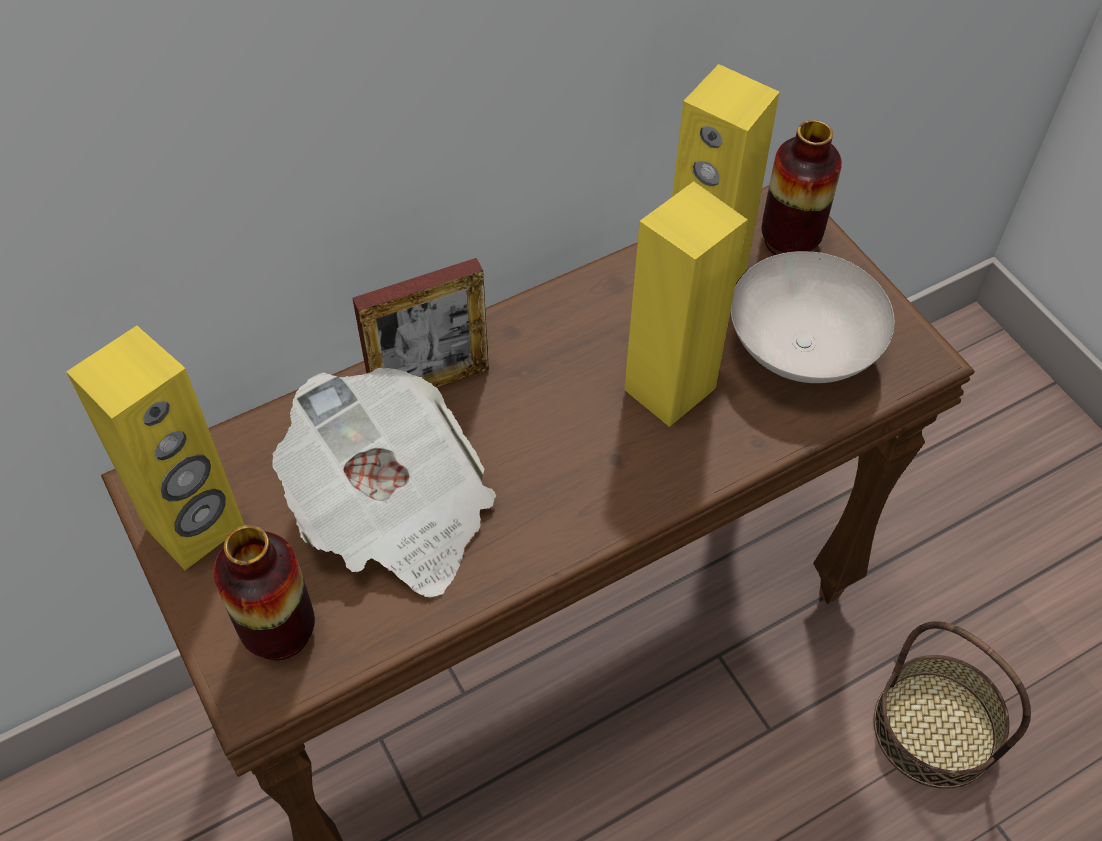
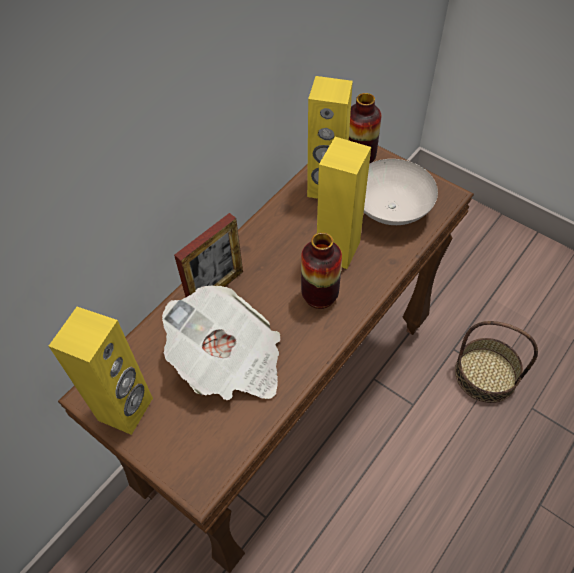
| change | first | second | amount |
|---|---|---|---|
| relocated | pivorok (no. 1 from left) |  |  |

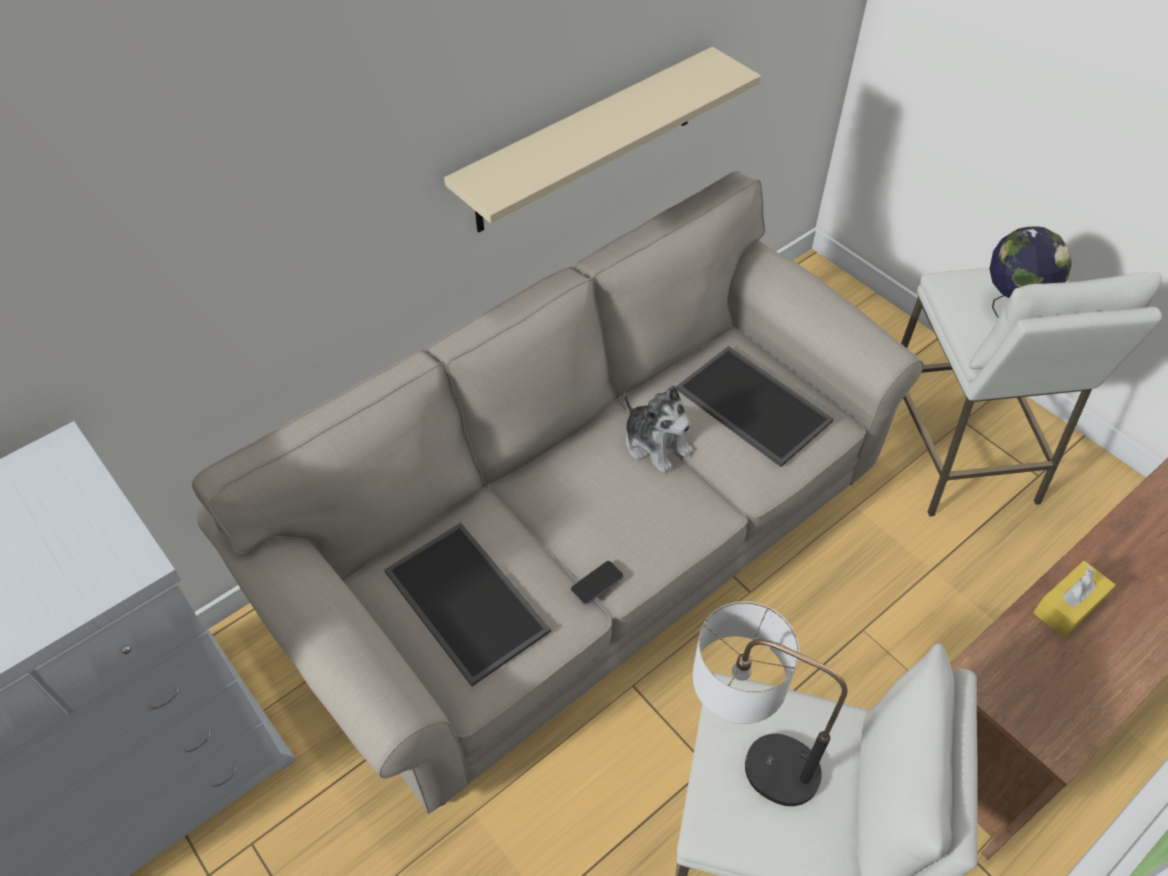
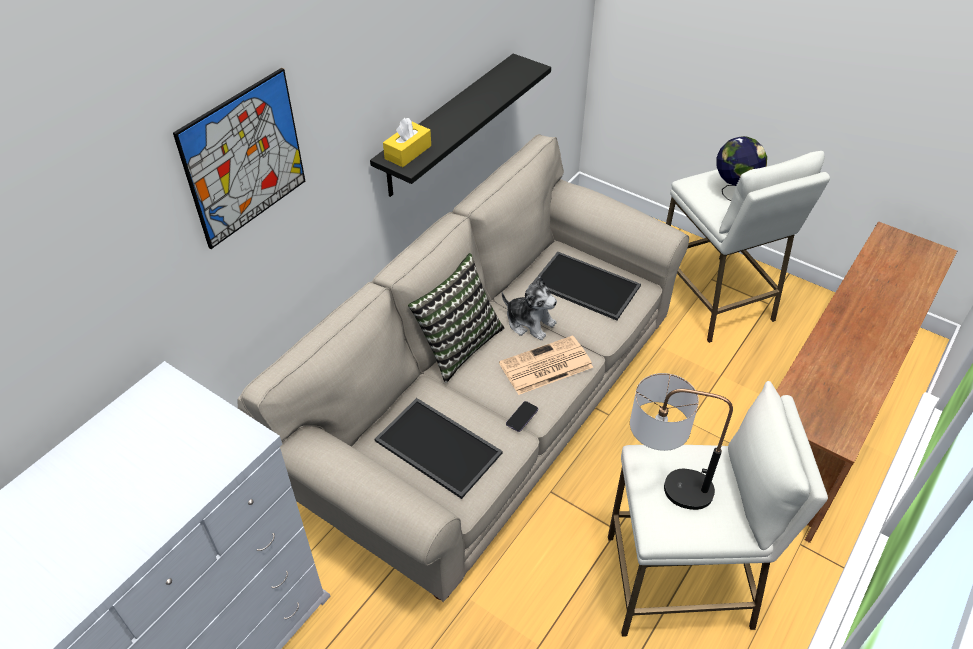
| change | first | second | amount |
|---|---|---|---|
| appeared |  | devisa |  |
| appeared |  | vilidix |  |
| appeared |  | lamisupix |  |
| relocated | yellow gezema |  |  |
| colour | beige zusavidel | black zusavidel |  |

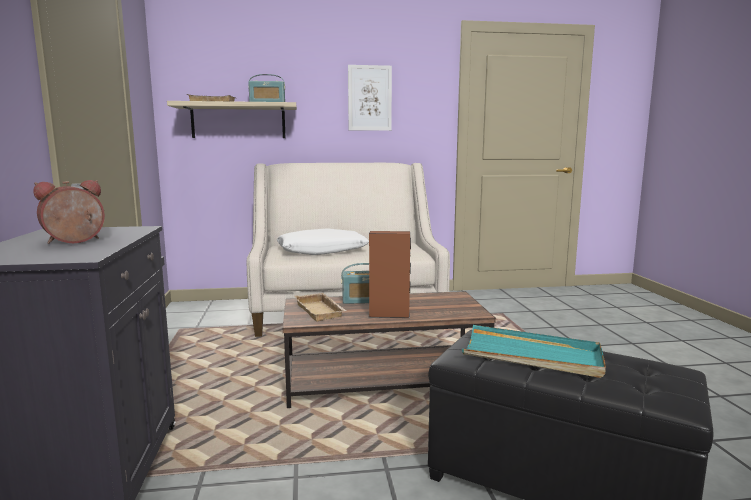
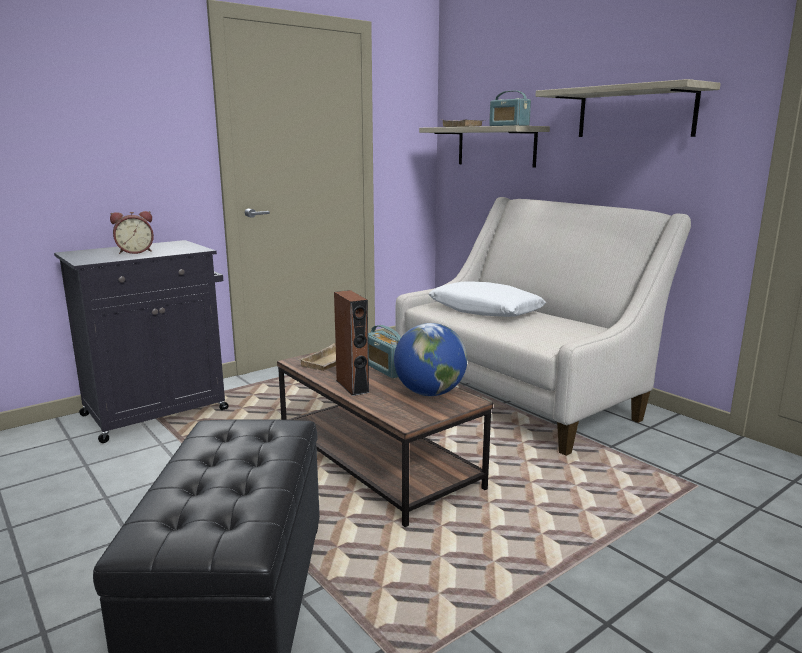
| change | first | second | amount |
|---|---|---|---|
| missing | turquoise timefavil |  |  |
| appeared |  | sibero |  |
| exchanged | devisa | zusavidel (no. 2 from left) |  |
| spun | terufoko |  | 135 degrees clockwise |

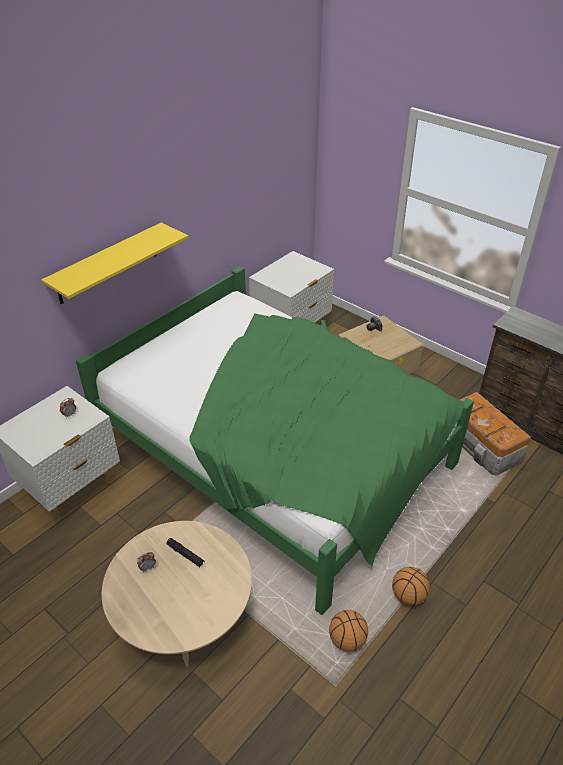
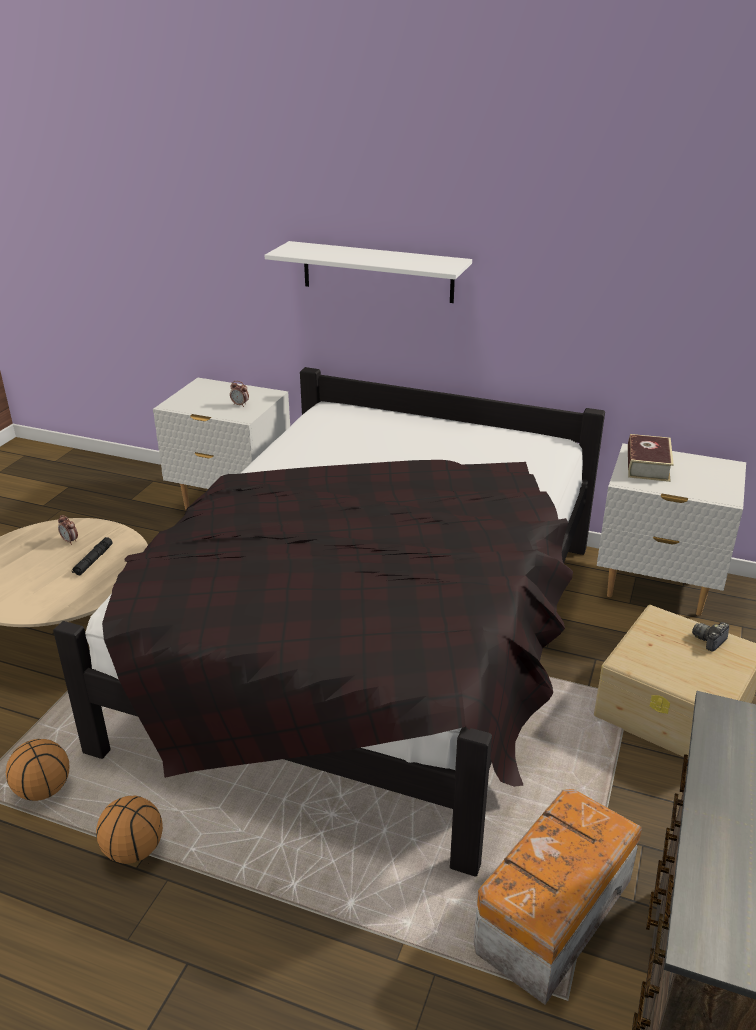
| change | first | second | amount |
|---|---|---|---|
| appeared |  | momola |  |
| colour | yellow zusavidel | white zusavidel |  |
| colour | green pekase | black pekase |  |

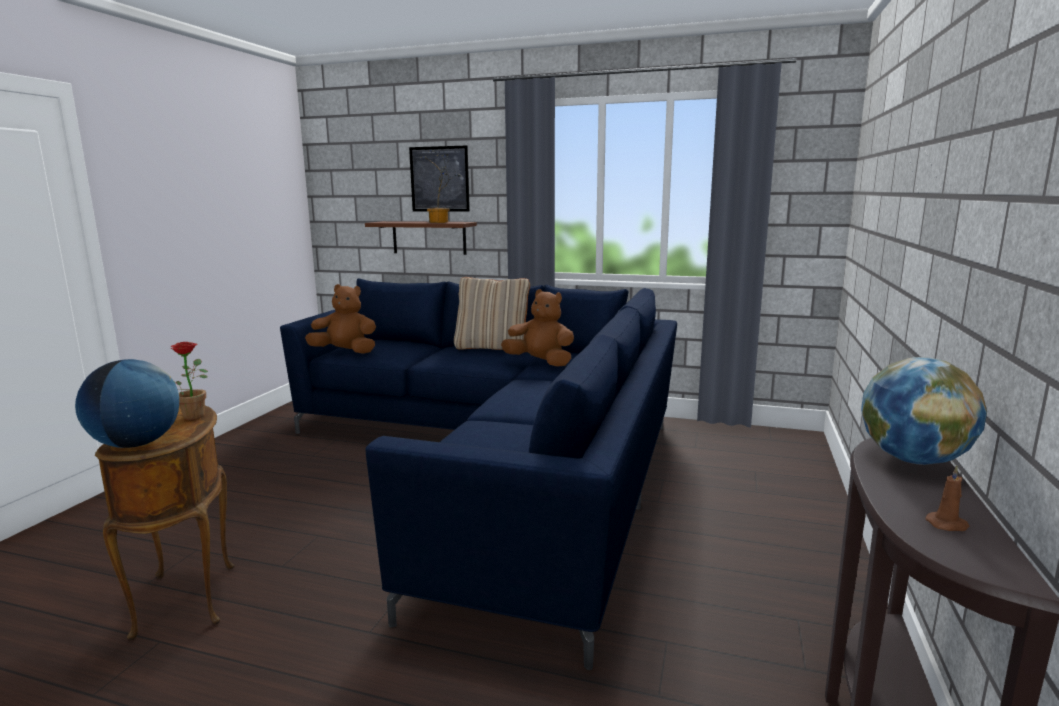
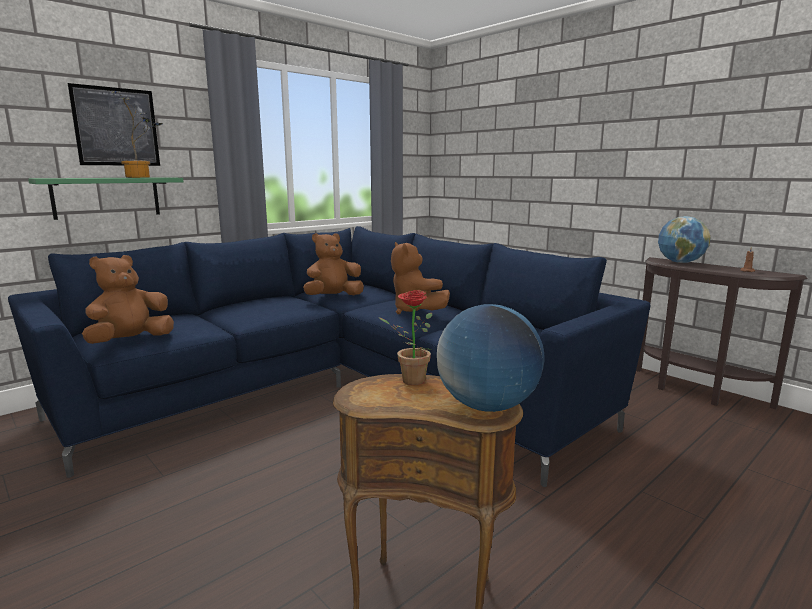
| change | first | second | amount |
|---|---|---|---|
| missing | beige vilidix |  |  |
| appeared |  | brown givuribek (no. 3 from left) |  |
| colour | brown zusavidel | green zusavidel |  |

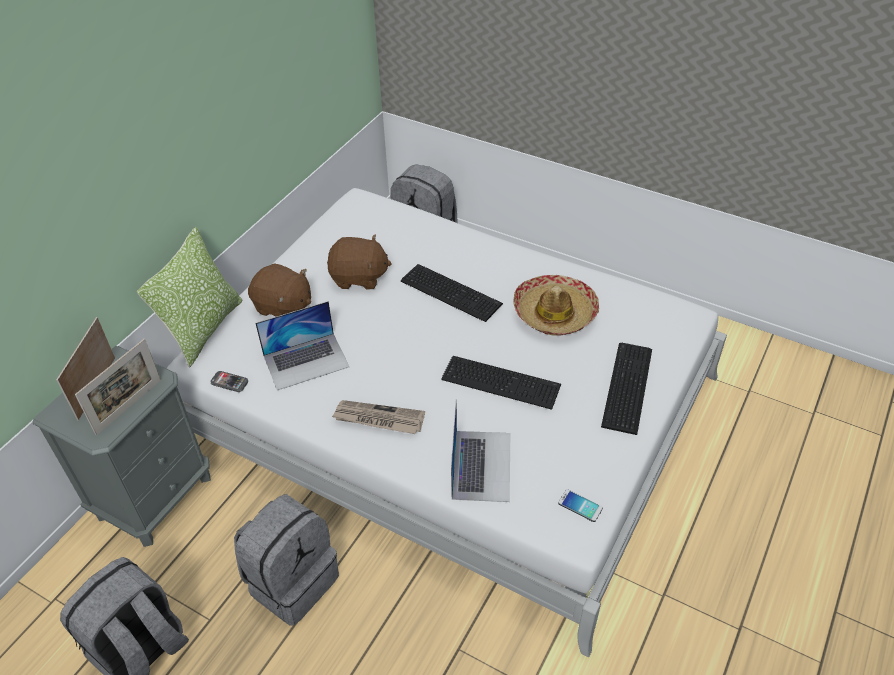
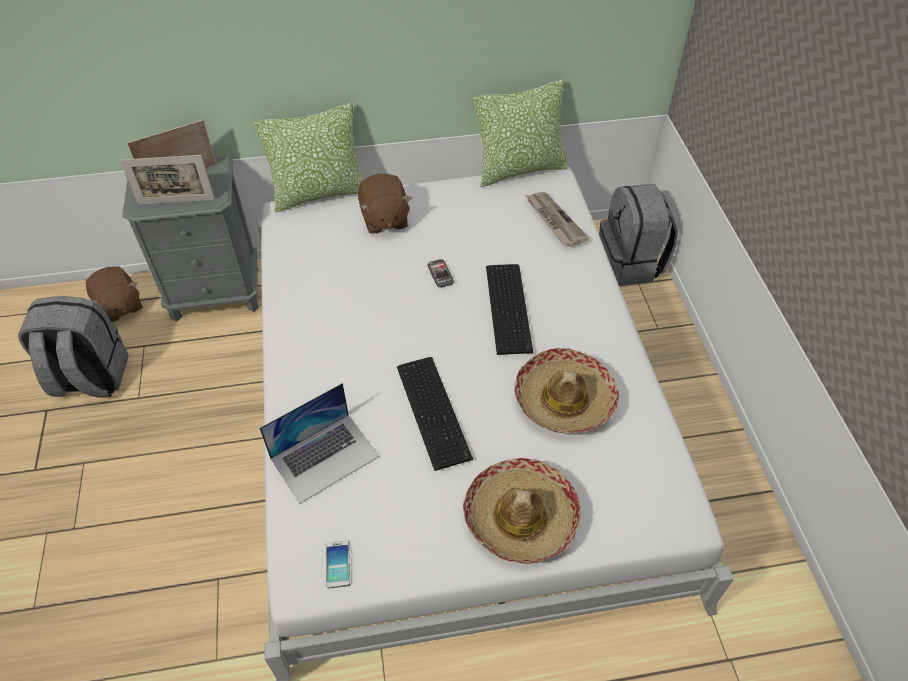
| change | first | second | amount |
|---|---|---|---|
| missing | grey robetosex (no. 2 from left) |  |  |
| missing | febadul (no. 1 from left) |  |  |
| appeared |  | vilidix (no. 2 from left) |  |
| relocated | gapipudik (no. 1 from left in the first image) | gapipudik (no. 2 from left) |  |
| relocated | brown givuribek (no. 2 from left in the first image) | brown givuribek (no. 1 from left) |  |
| relocated | lamisupix |  |  |
| exchanged | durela (no. 3 from left) | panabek (no. 1 from left) |  |

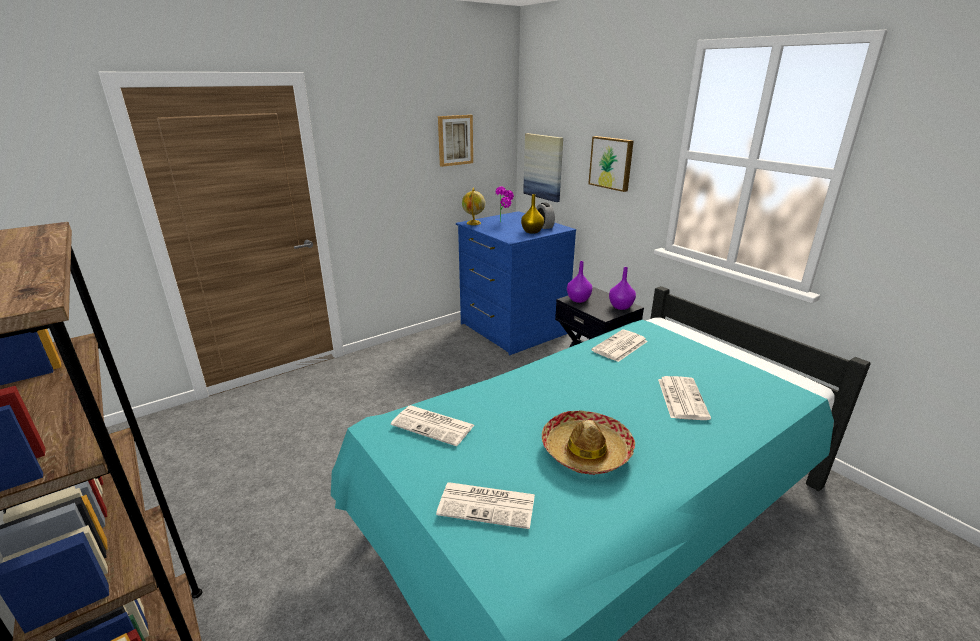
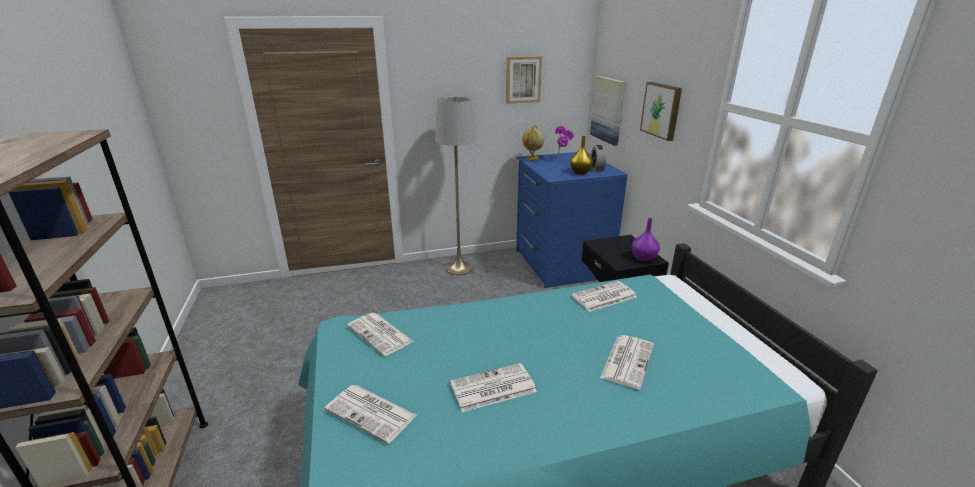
| change | first | second | amount |
|---|---|---|---|
| missing | purple pivorok (no. 1 from left) |  |  |
| appeared |  | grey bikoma |  |
| exchanged | panabek | lamisupix (no. 3 from left) |  |

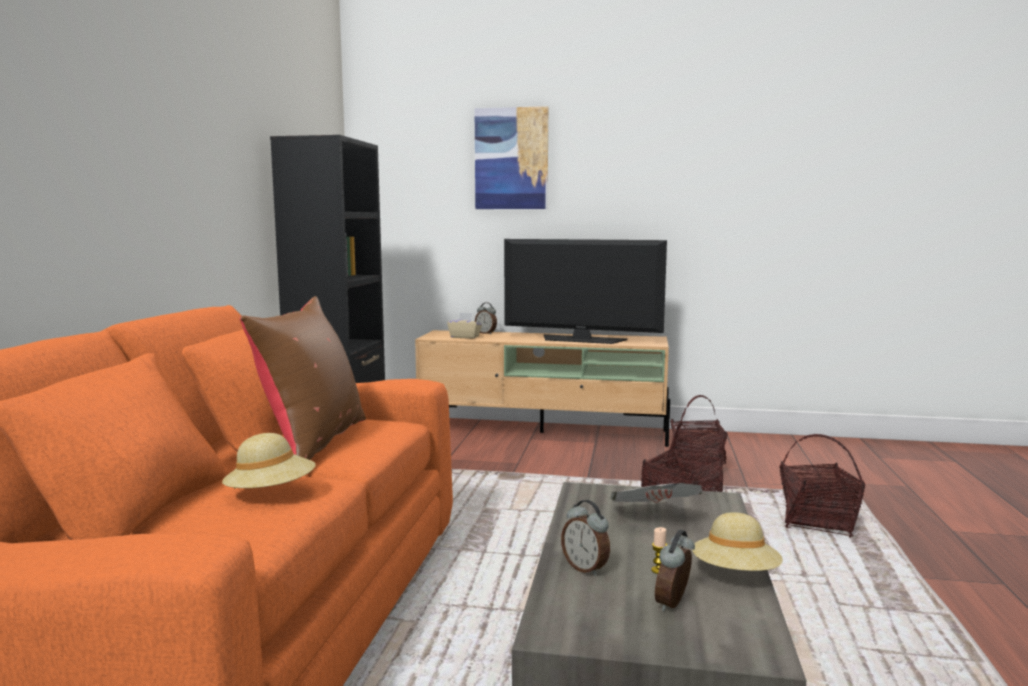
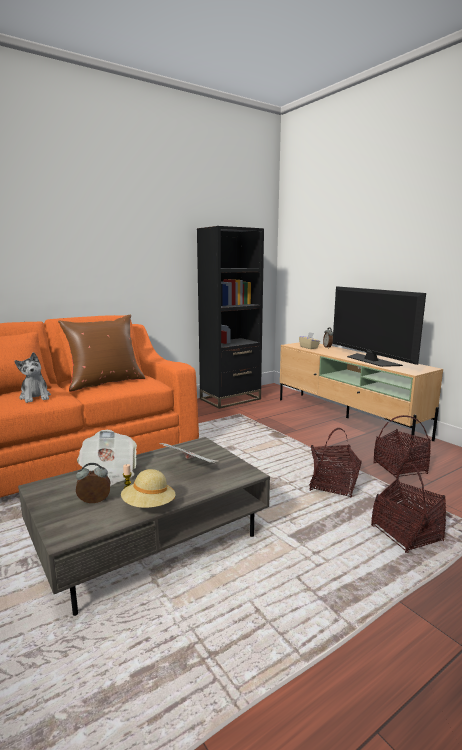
| change | first | second | amount |
|---|---|---|---|
| missing | devisa |  |  |
| exchanged | beige panabek (no. 1 from left) | givuribek |  |
| exchanged | terufoko (no. 2 from left) | lamisupix (no. 1 from left) |  |

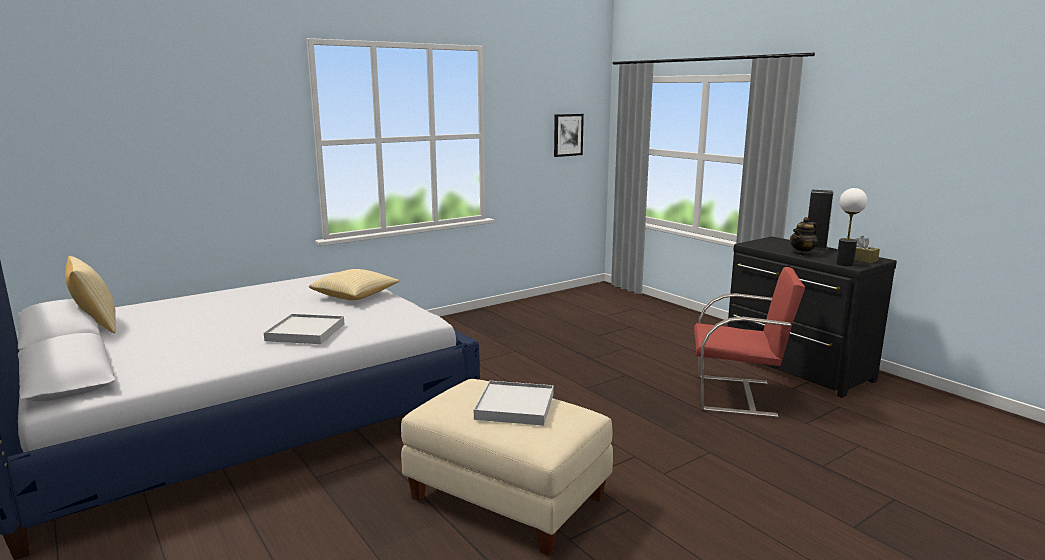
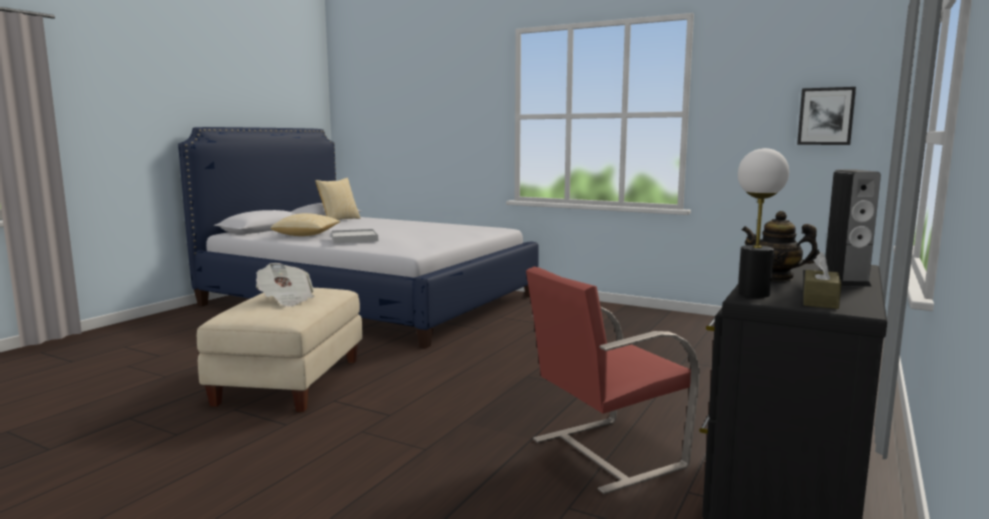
| change | first | second | amount |
|---|---|---|---|
| relocated | vilidix (no. 2 from left in the first image) | vilidix (no. 1 from left) |  |
| exchanged | white timefavil (no. 2 from left) | lamisupix |  |
| spun | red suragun |  | 75 degrees clockwise |

